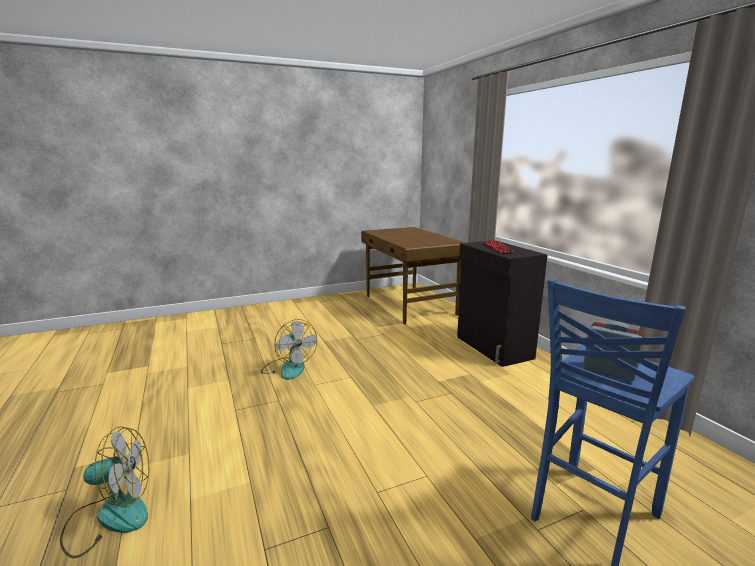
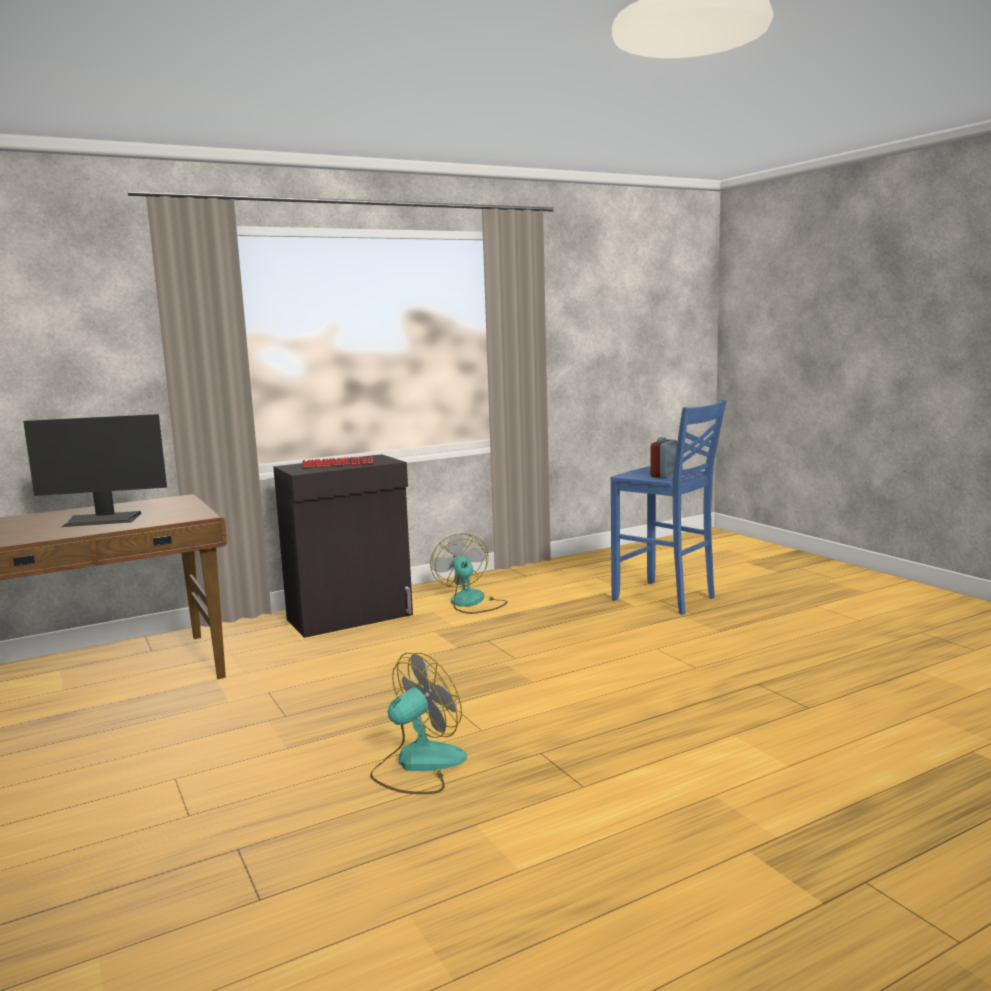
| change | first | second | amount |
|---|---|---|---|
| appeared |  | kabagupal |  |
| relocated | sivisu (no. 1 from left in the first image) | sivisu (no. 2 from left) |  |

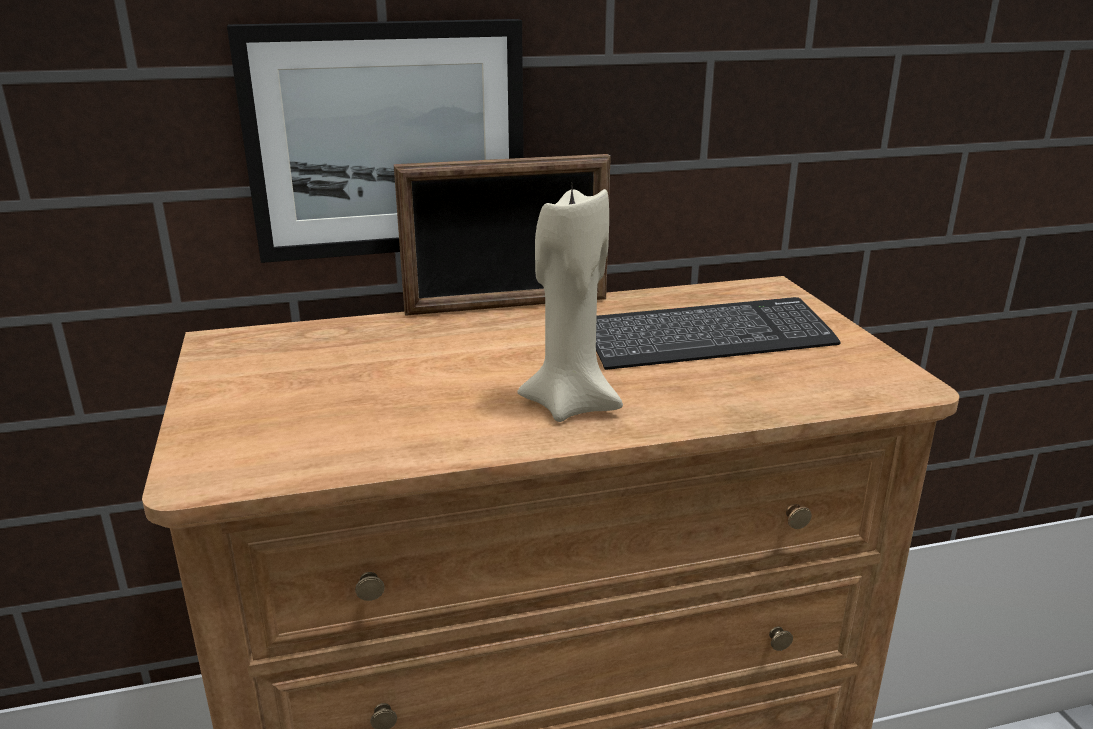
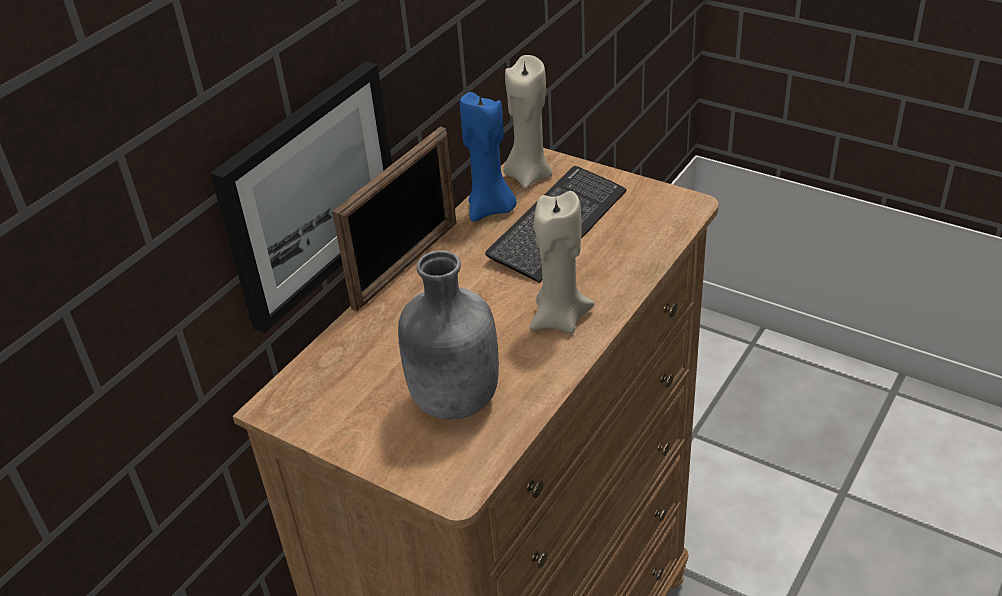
| change | first | second | amount |
|---|---|---|---|
| appeared |  | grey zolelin |  |
| appeared |  | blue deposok |  |
| appeared |  | beige deposok (no. 1 from left) |  |

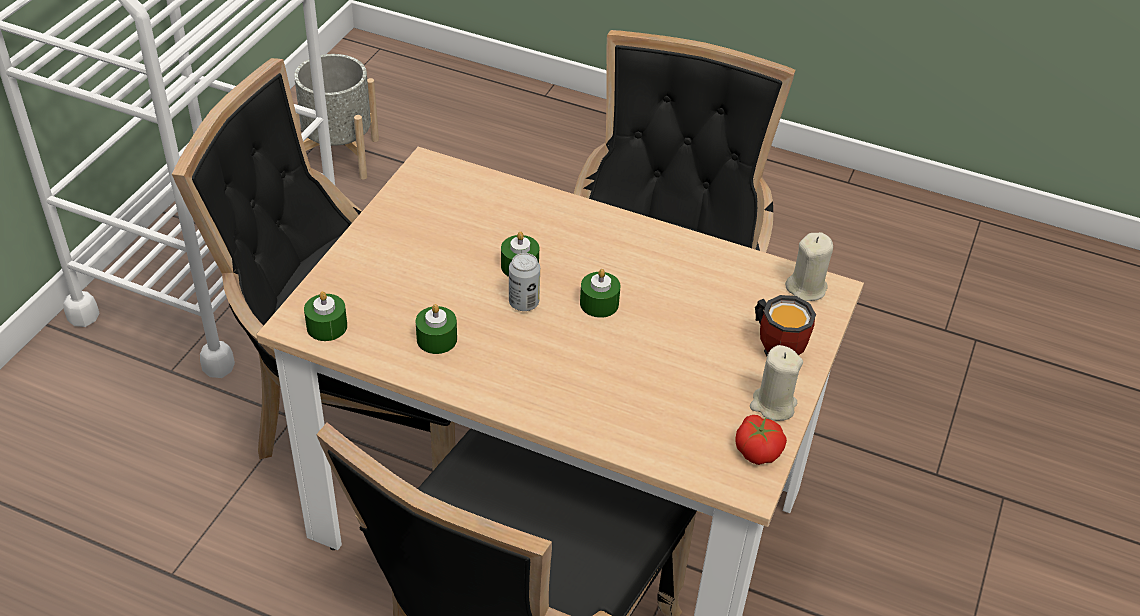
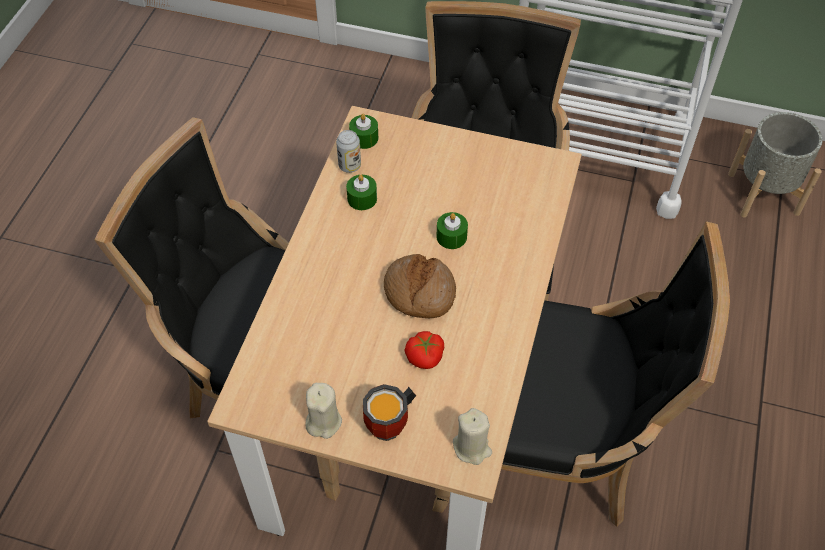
| change | first | second | amount |
|---|---|---|---|
| relocated | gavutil |  |  |
| relocated | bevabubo |  |  |
| exchanged | green deposok (no. 4 from left) | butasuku |  |

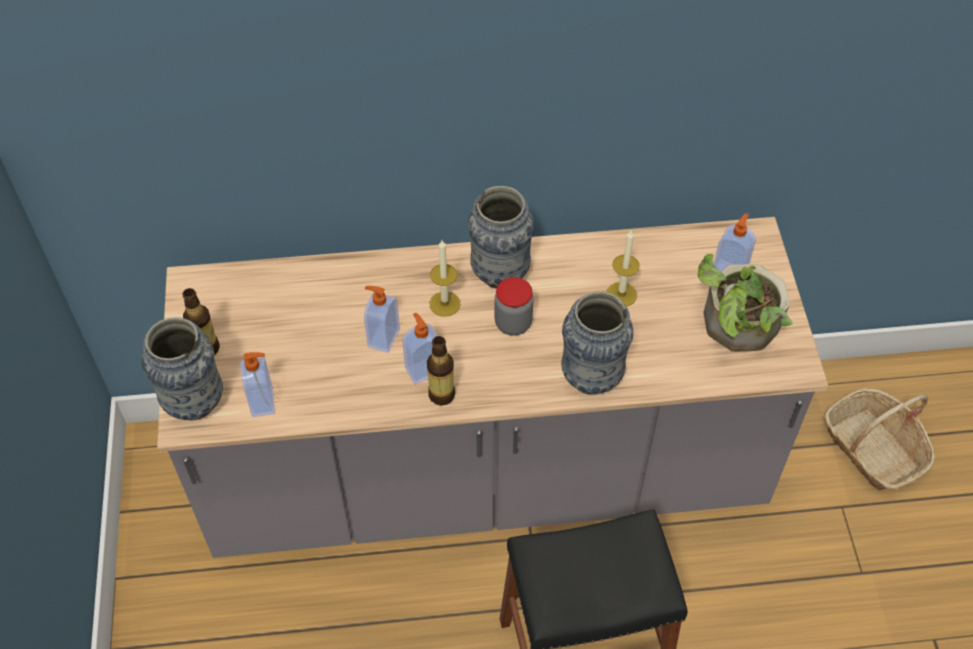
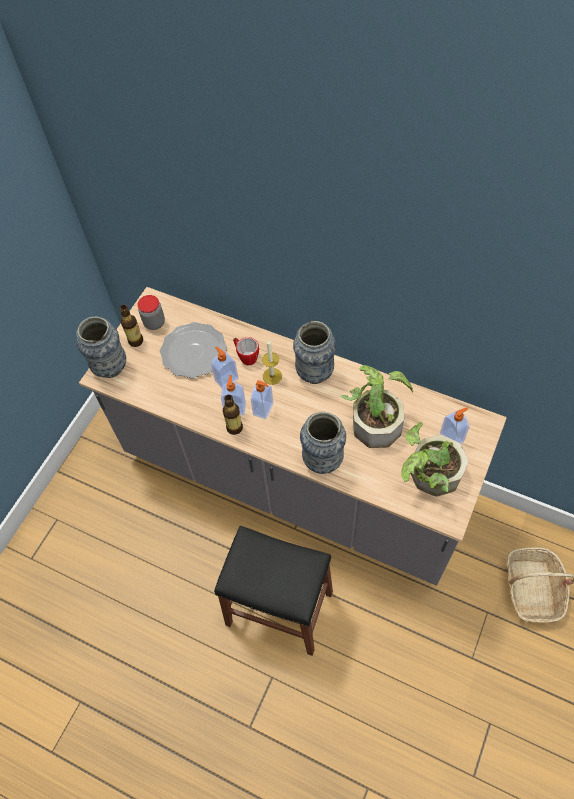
| change | first | second | amount |
|---|---|---|---|
| appeared |  | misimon |  |
| appeared |  | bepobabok |  |
| relocated | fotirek (no. 1 from left in the first image) | fotirek (no. 3 from left) |  |
| relocated | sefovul |  |  |
| exchanged | deposok (no. 2 from left) | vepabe (no. 1 from left) |  |

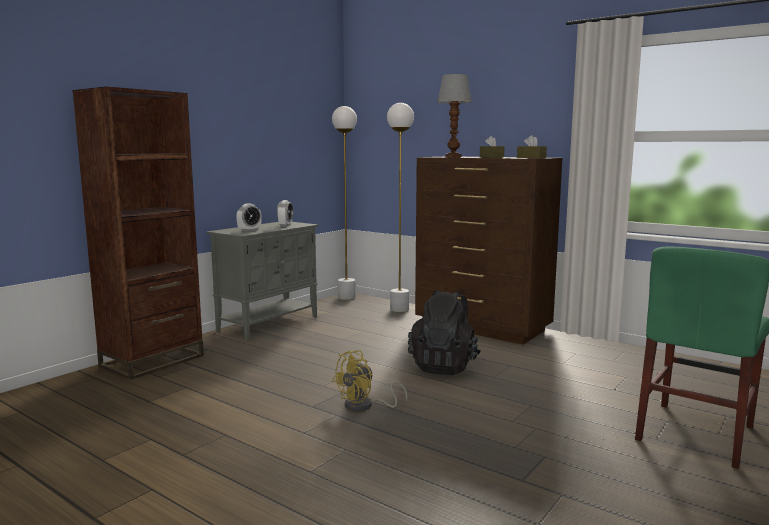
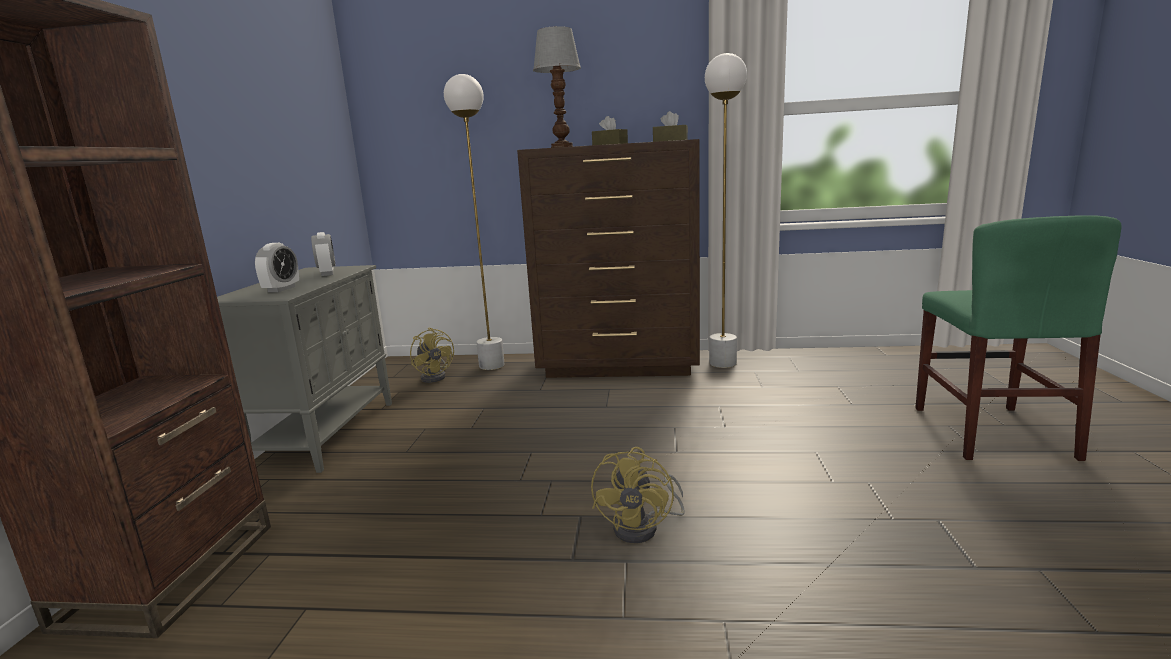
| change | first | second | amount |
|---|---|---|---|
| missing | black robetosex |  |  |
| appeared |  | yellow sivisu (no. 1 from left) |  |
| relocated | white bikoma (no. 1 from left in the first image) | white bikoma (no. 2 from left) |  |

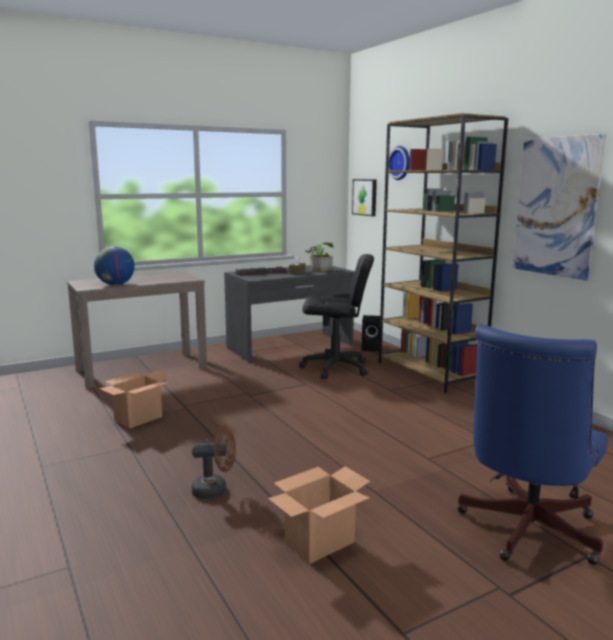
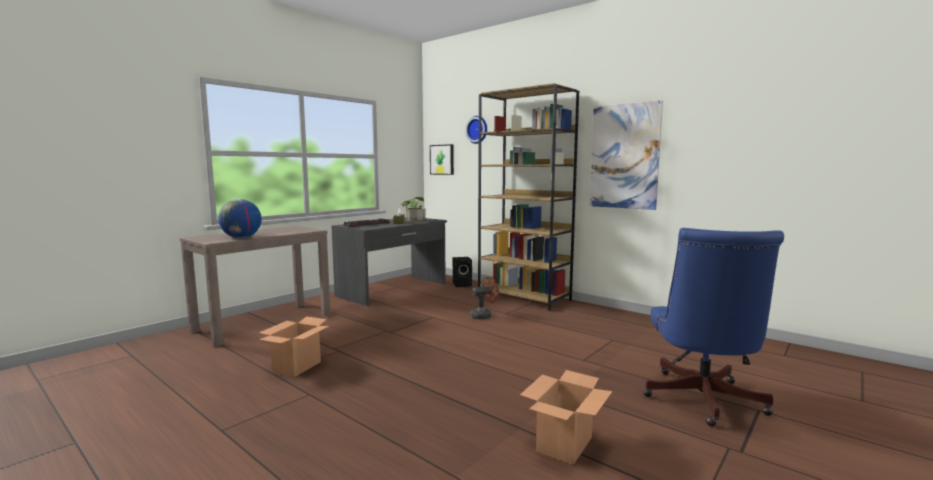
| change | first | second | amount |
|---|---|---|---|
| missing | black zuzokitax |  |  |
| relocated | brown sivisu |  |  |

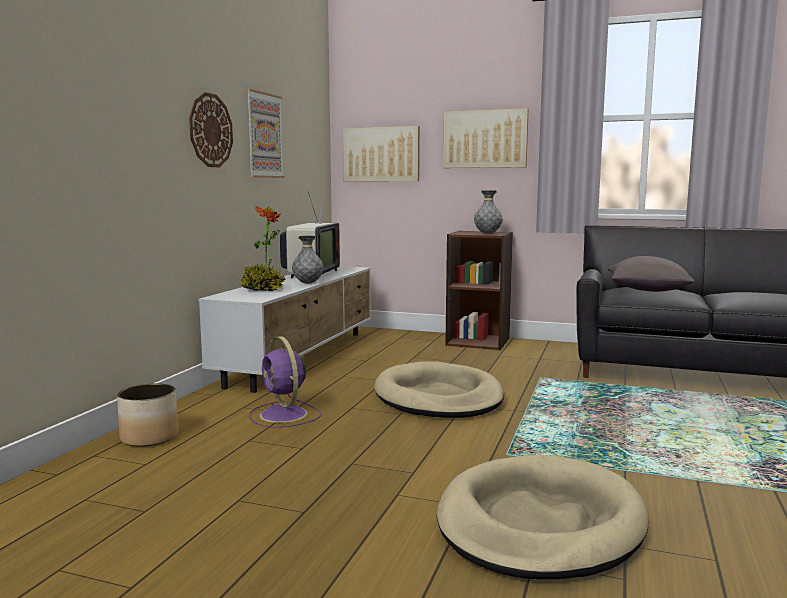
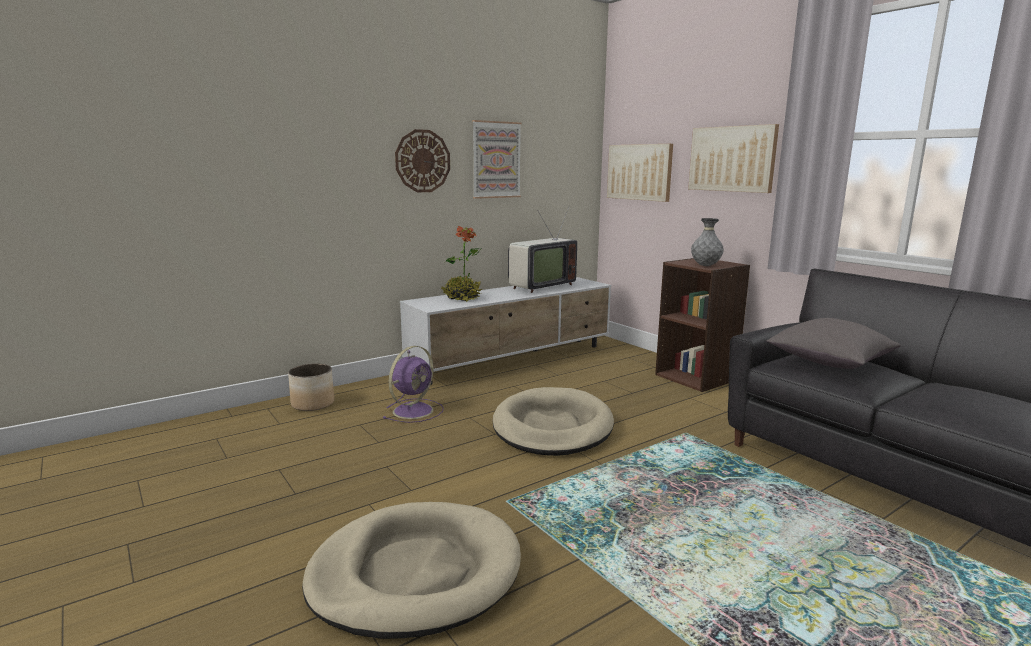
| change | first | second | amount |
|---|---|---|---|
| missing | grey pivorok (no. 1 from left) |  |  |
| spun | purple sivisu |  | 150 degrees counterclockwise |

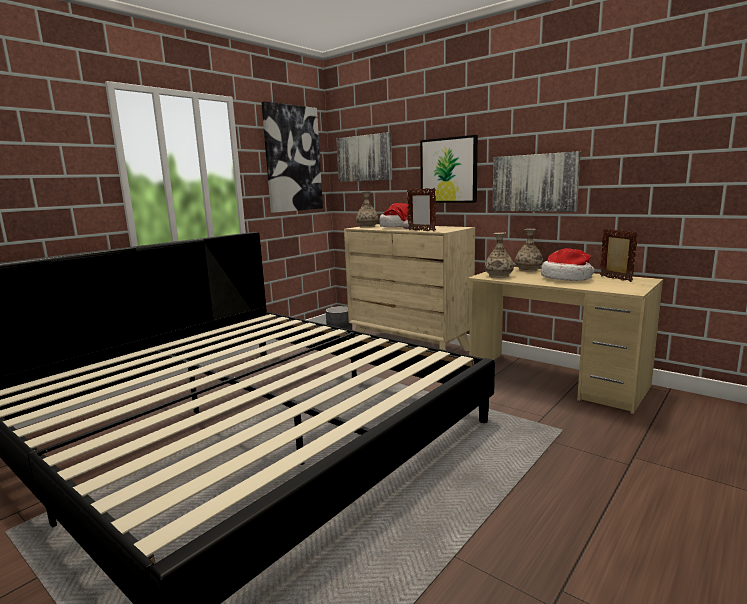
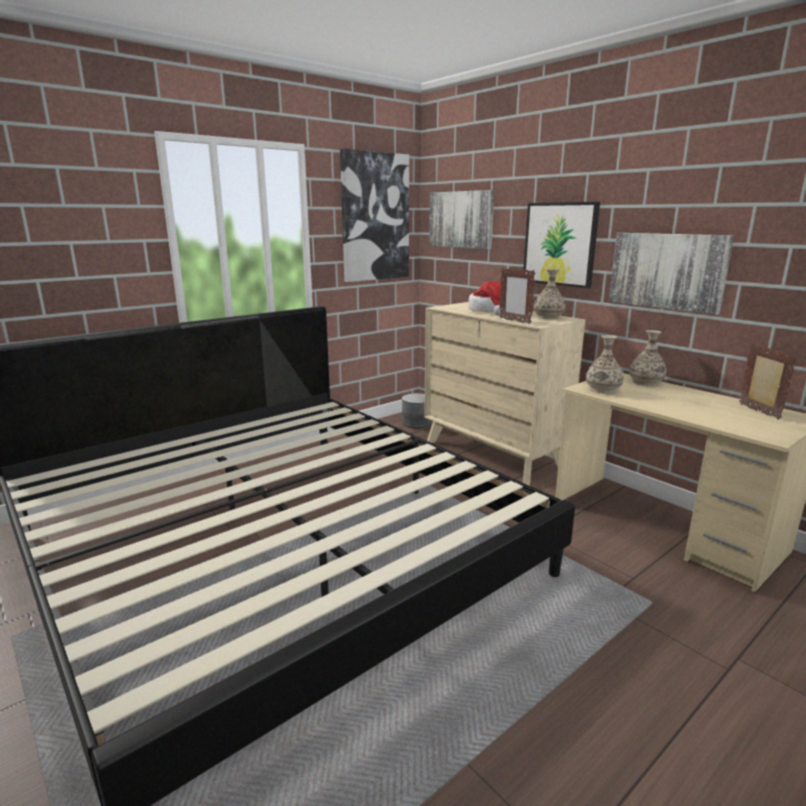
| change | first | second | amount |
|---|---|---|---|
| missing | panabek (no. 2 from left) |  |  |
| relocated | pivorok (no. 1 from left) |  |  |

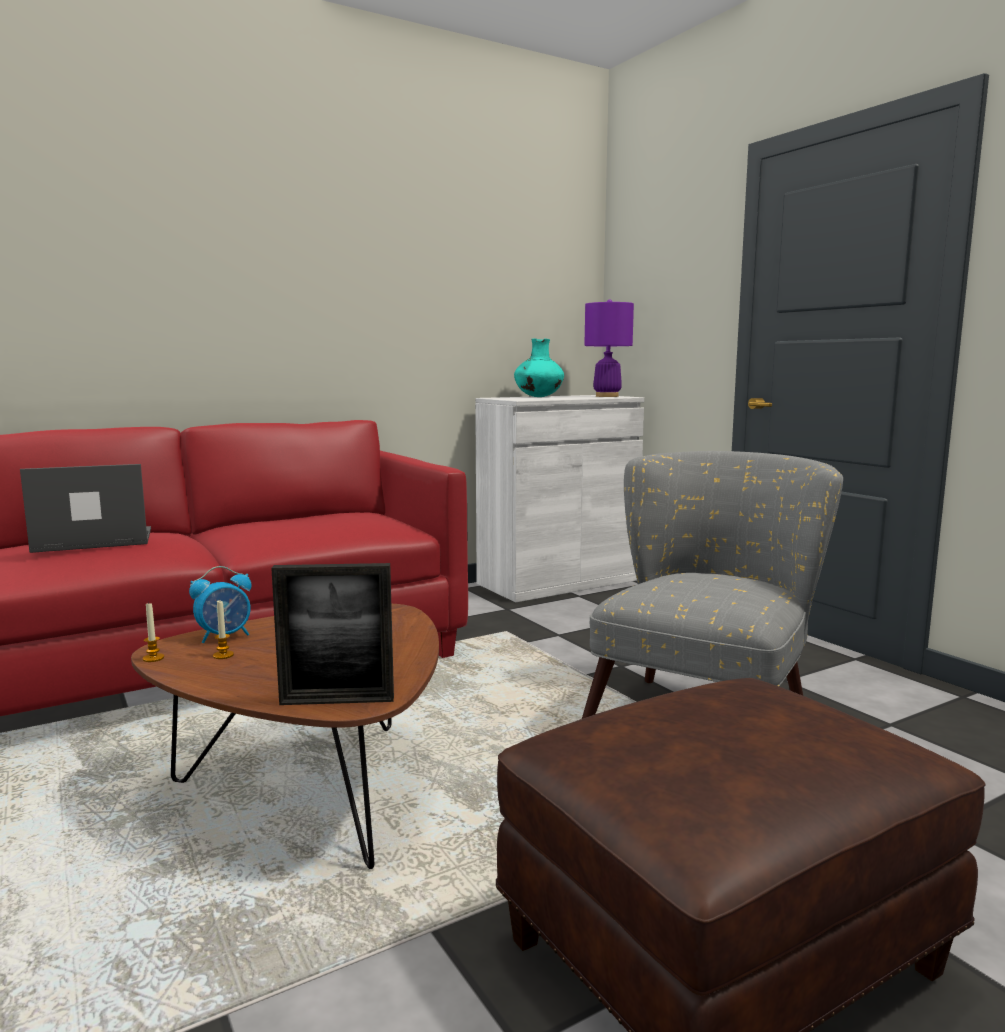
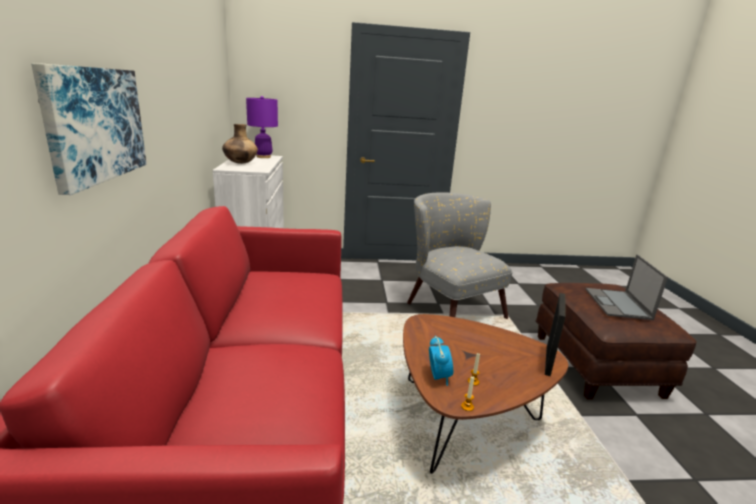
| change | first | second | amount |
|---|---|---|---|
| appeared |  | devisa |  |
| relocated | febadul |  |  |
| colour | turquoise pivorok | brown pivorok |  |

